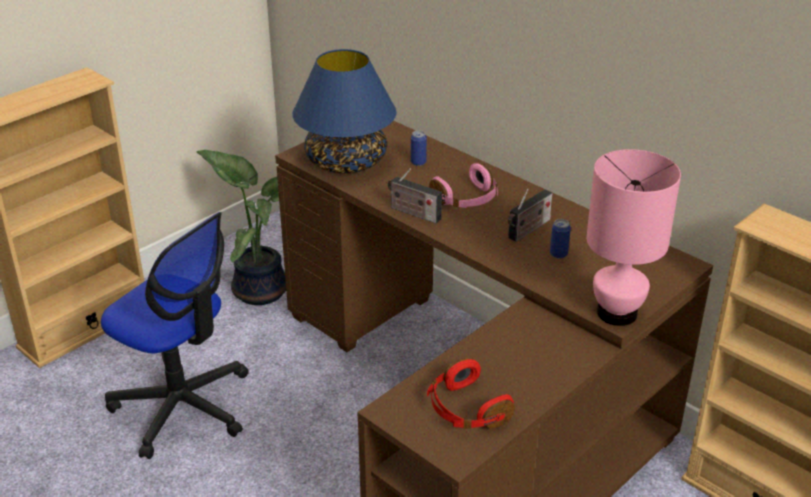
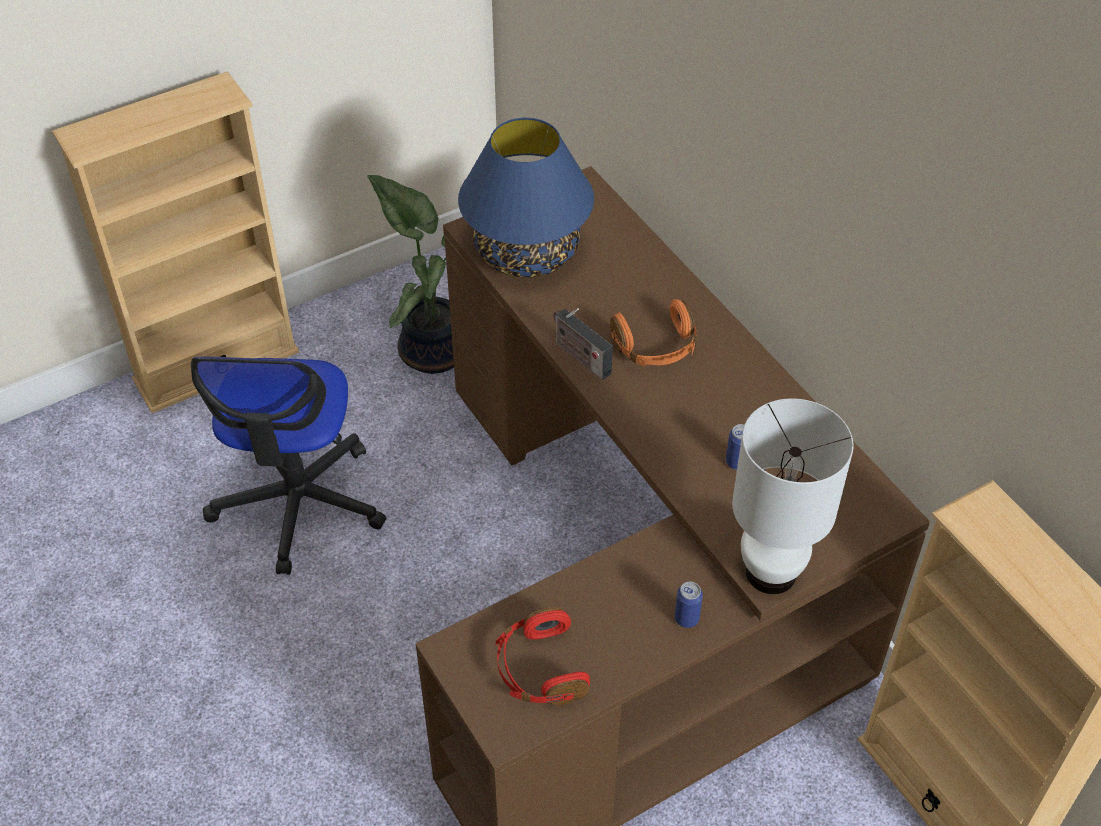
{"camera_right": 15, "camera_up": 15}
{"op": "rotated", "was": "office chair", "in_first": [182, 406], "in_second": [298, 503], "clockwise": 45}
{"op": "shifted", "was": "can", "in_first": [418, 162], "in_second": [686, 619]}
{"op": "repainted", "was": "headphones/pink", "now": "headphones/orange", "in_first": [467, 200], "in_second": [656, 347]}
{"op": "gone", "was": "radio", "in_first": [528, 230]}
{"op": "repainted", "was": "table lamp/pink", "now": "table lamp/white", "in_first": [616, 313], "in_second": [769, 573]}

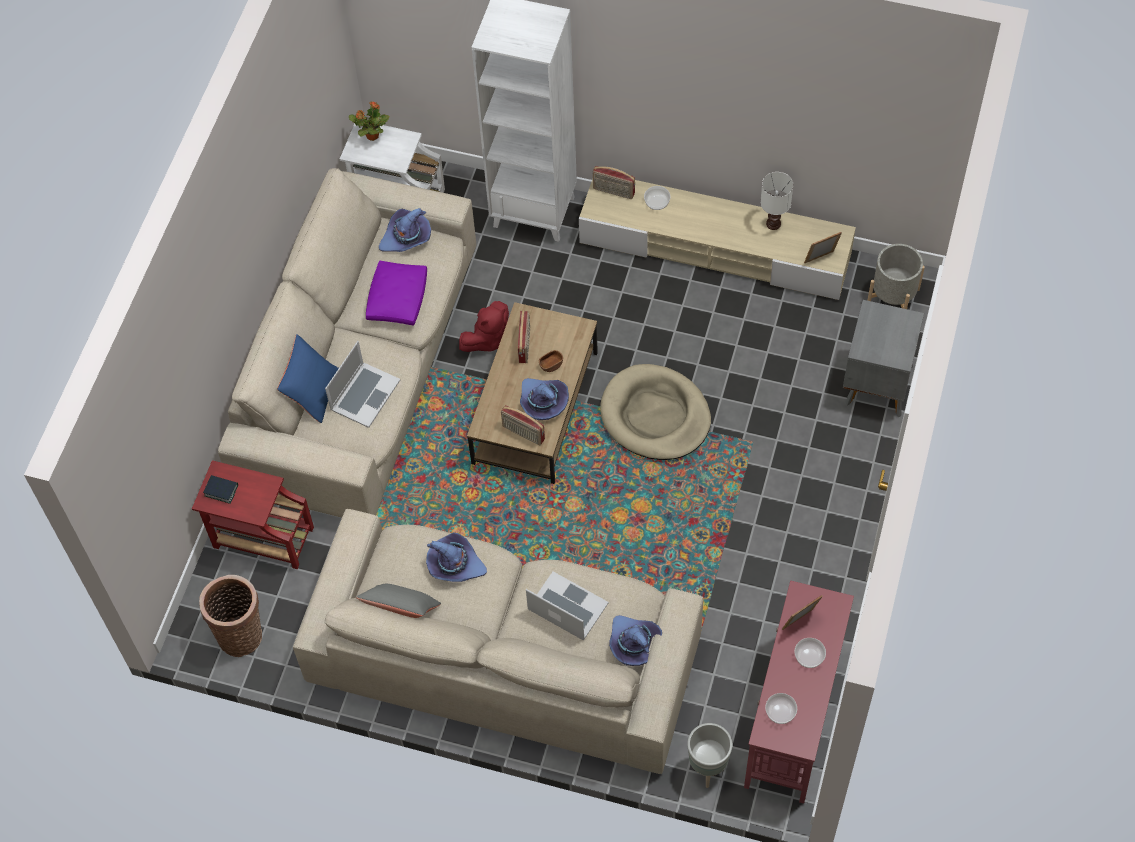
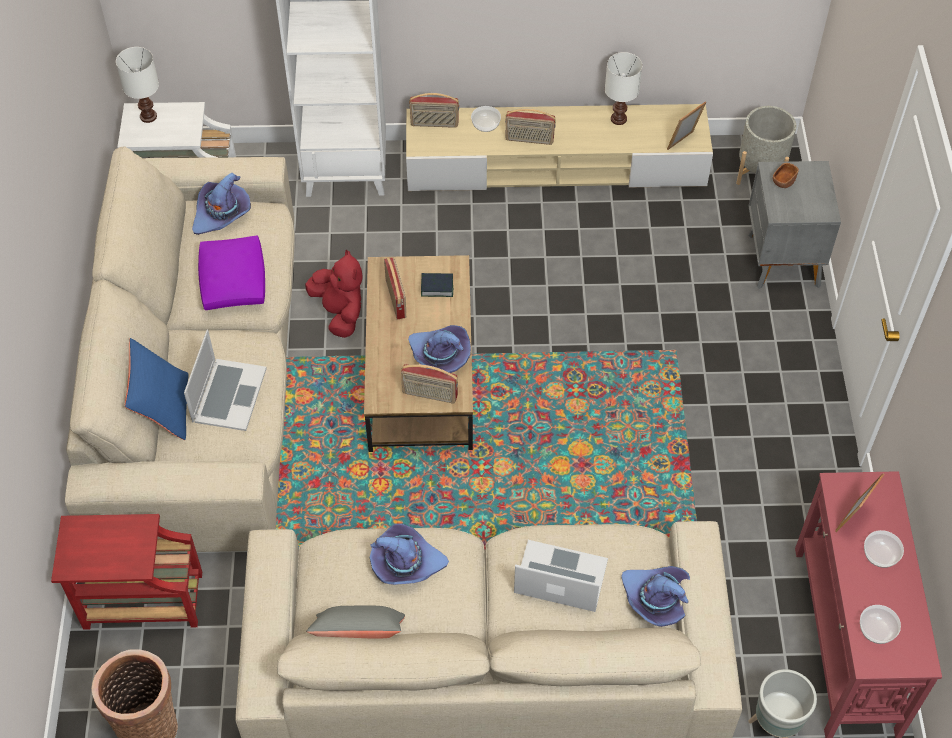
{"camera_right": -20, "camera_up": -5}
{"op": "shifted", "was": "book", "in_first": [221, 490], "in_second": [437, 287]}
{"op": "swapped", "was": "potted plant", "now": "table lamp/white", "in_first": [372, 136], "in_second": [148, 116]}
{"op": "rotated", "was": "plush toy/red", "in_first": [487, 339], "in_second": [340, 313], "clockwise": -60}
{"op": "shifted", "was": "bowl/brown", "in_first": [551, 365], "in_second": [783, 181]}
{"op": "gone", "was": "dog bed/beige", "in_first": [655, 416]}
{"op": "new", "now": "radio", "in_second": [529, 140]}

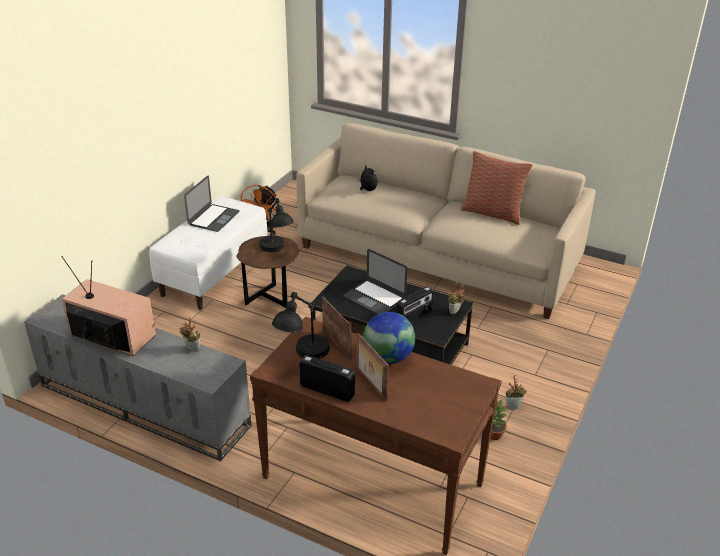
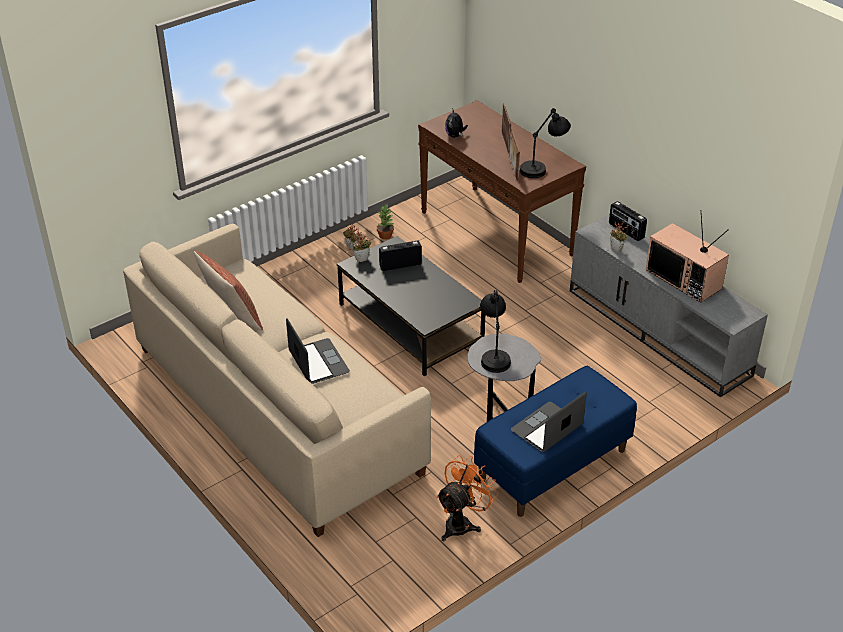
{"camera_right": -155, "camera_up": 5}
{"op": "repainted", "was": "bench/white", "now": "bench/blue", "in_first": [214, 273], "in_second": [552, 466]}
{"op": "repainted", "was": "side table/brown", "now": "side table/grey", "in_first": [271, 300], "in_second": [500, 407]}
{"op": "shifted", "was": "radio", "in_first": [327, 390], "in_second": [626, 231]}
{"op": "shifted", "was": "laptop", "in_first": [374, 297], "in_second": [318, 361]}
{"op": "shifted", "was": "plush toy", "in_first": [367, 190], "in_second": [455, 136]}
{"op": "gone", "was": "globe", "in_first": [388, 357]}

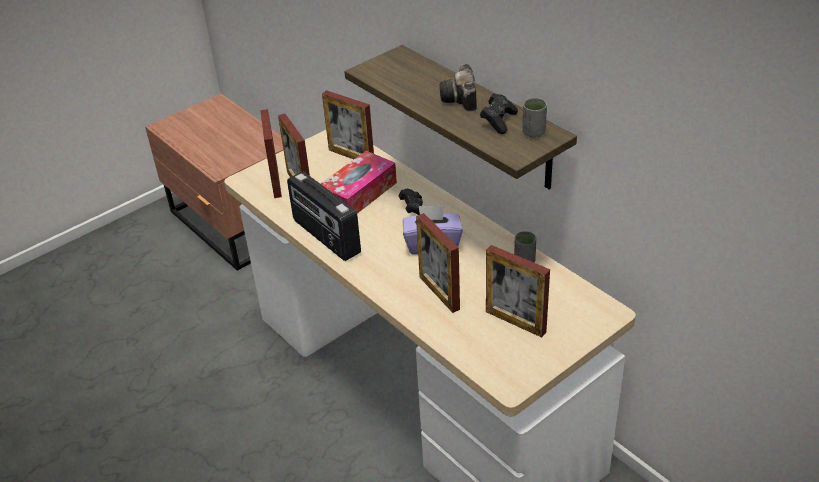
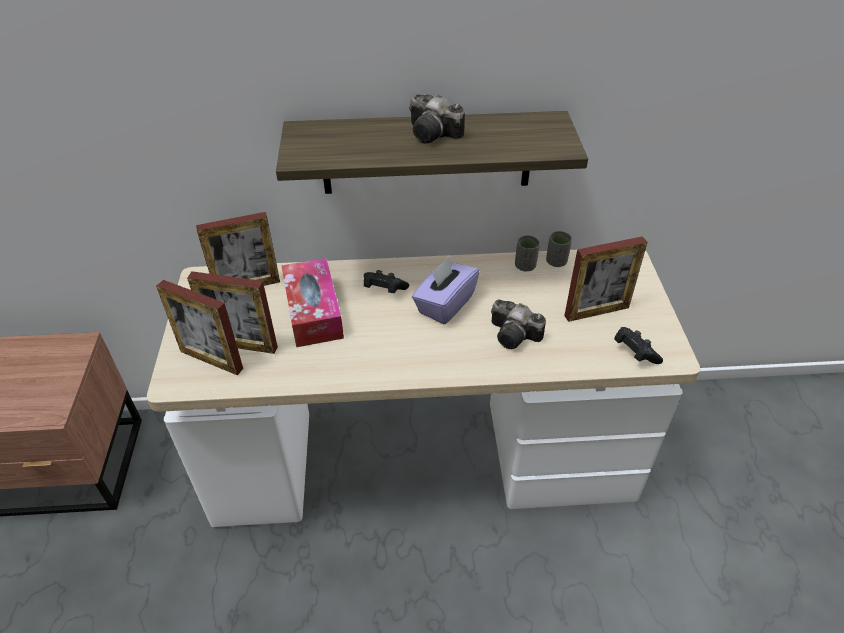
{"camera_right": -55, "camera_up": 5}
{"op": "gone", "was": "radio", "in_first": [325, 237]}
{"op": "swapped", "was": "picture frame", "now": "photo camera", "in_first": [439, 293], "in_second": [516, 336]}
{"op": "shifted", "was": "game controller/black", "in_first": [498, 121], "in_second": [634, 353]}
{"op": "shifted", "was": "cup/grey", "in_first": [533, 133], "in_second": [556, 262]}

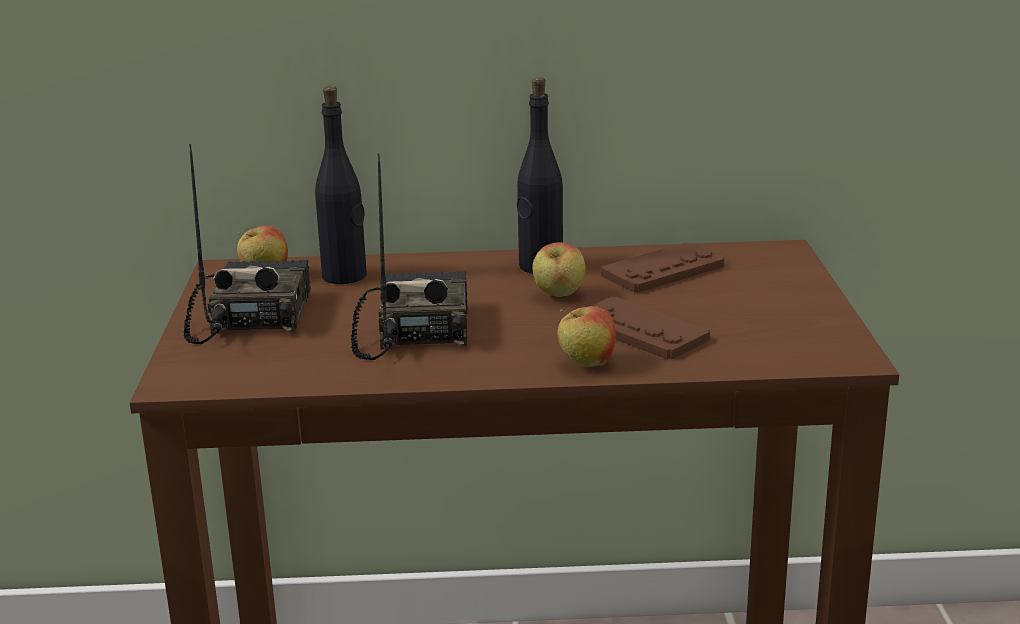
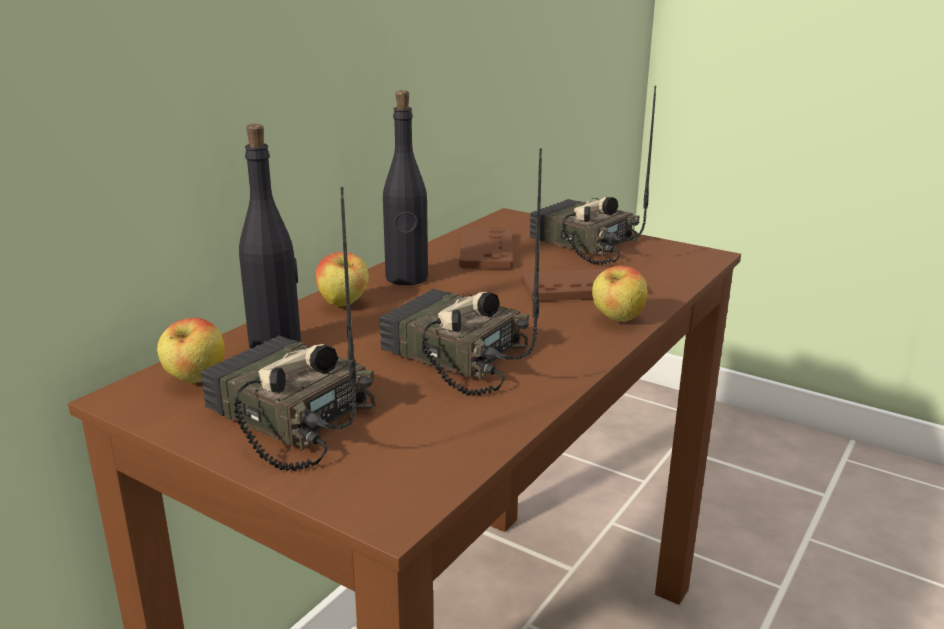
{"camera_right": -55, "camera_up": 0}
{"op": "shifted", "was": "apple", "in_first": [559, 296], "in_second": [344, 305]}
{"op": "new", "now": "radio", "in_second": [582, 244]}

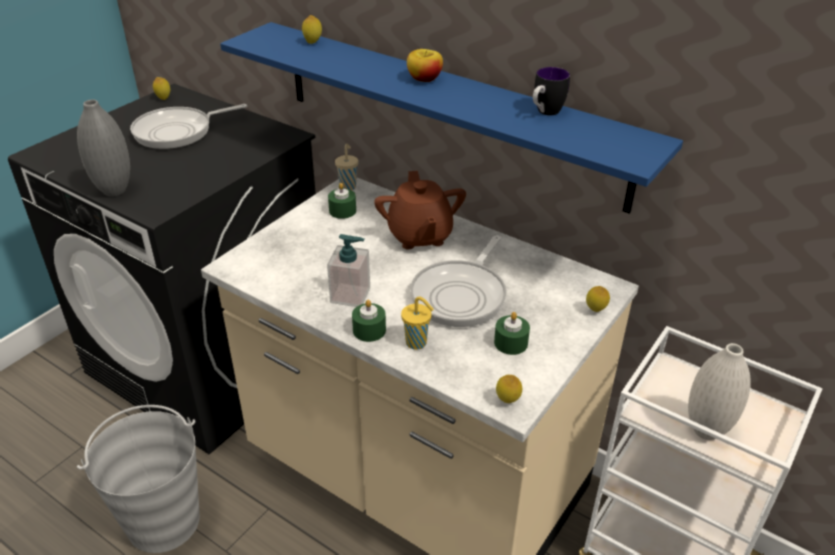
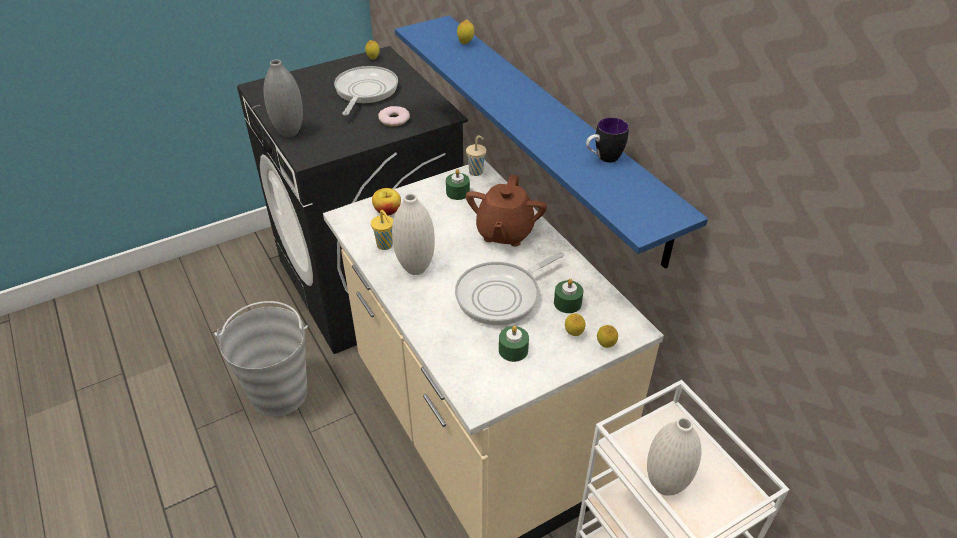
{"camera_right": 25, "camera_up": 5}
{"op": "rotated", "was": "frying pan", "in_first": [178, 132], "in_second": [365, 91], "clockwise": 105}
{"op": "swapped", "was": "soap dispenser", "now": "vase/white", "in_first": [350, 295], "in_second": [416, 268]}
{"op": "shifted", "was": "candle/green", "in_first": [369, 330], "in_second": [567, 303]}
{"op": "shifted", "was": "cup/yellow", "in_first": [417, 343], "in_second": [385, 245]}
{"op": "shifted", "was": "apple", "in_first": [424, 79], "in_second": [387, 211]}
{"op": "shifted", "was": "lemon", "in_first": [507, 401], "in_second": [573, 334]}
{"op": "new", "now": "donut", "in_second": [394, 119]}

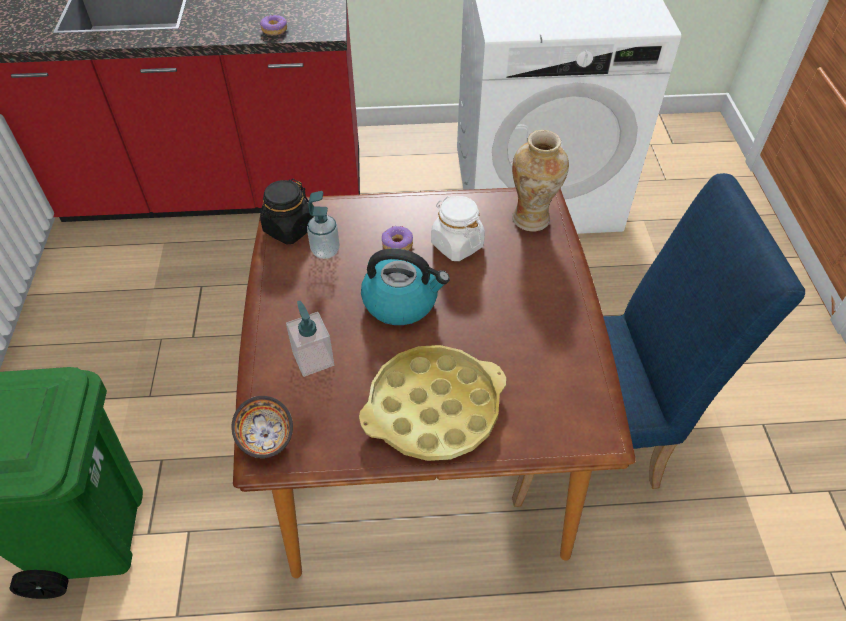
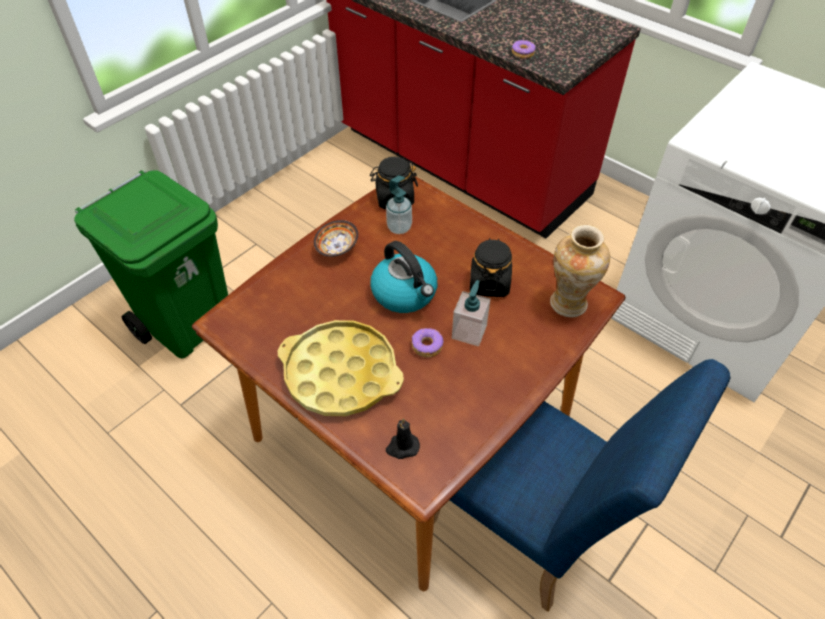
{"camera_right": 45, "camera_up": 0}
{"op": "shifted", "was": "bowl", "in_first": [266, 434], "in_second": [338, 247]}
{"op": "shifted", "was": "soap dispenser", "in_first": [313, 359], "in_second": [469, 332]}
{"op": "shifted", "was": "donut", "in_first": [397, 244], "in_second": [426, 346]}
{"op": "repainted", "was": "jar/white", "now": "jar/black", "in_first": [456, 245], "in_second": [489, 283]}
{"op": "new", "now": "candle/black", "in_second": [402, 447]}

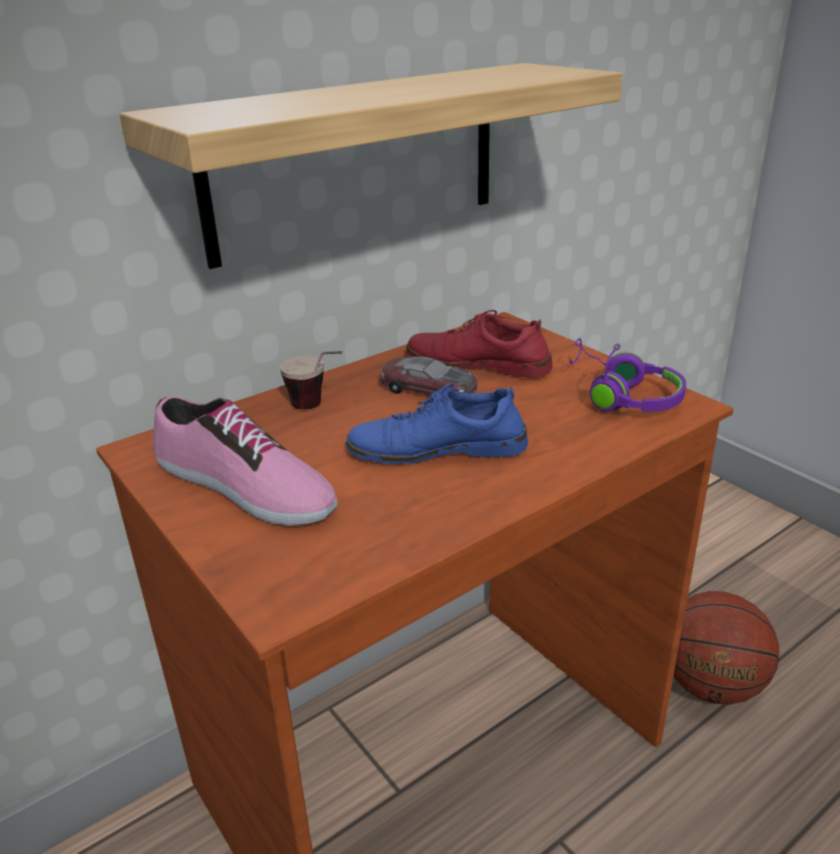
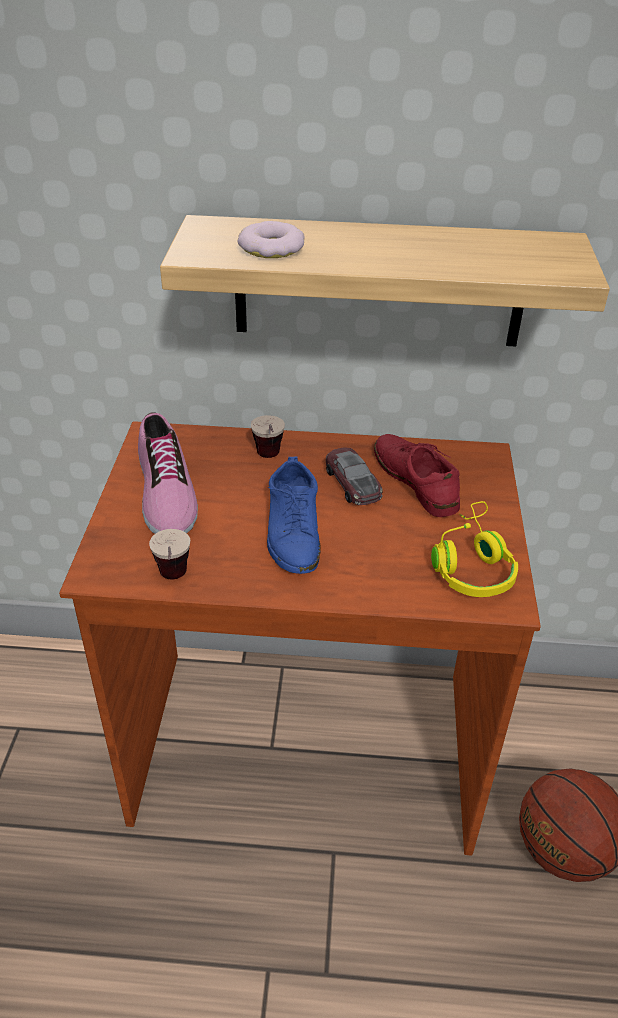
{"camera_right": 40, "camera_up": 10}
{"op": "rotated", "was": "shoe/blue", "in_first": [437, 448], "in_second": [293, 531], "clockwise": -135}
{"op": "repainted", "was": "headphones/purple", "now": "headphones/yellow", "in_first": [620, 395], "in_second": [471, 564]}
{"op": "new", "now": "cup", "in_second": [174, 582]}
{"op": "new", "now": "donut", "in_second": [272, 248]}

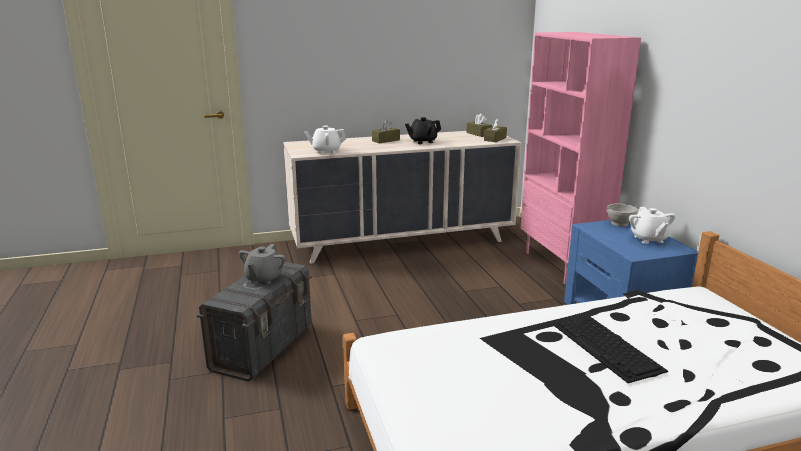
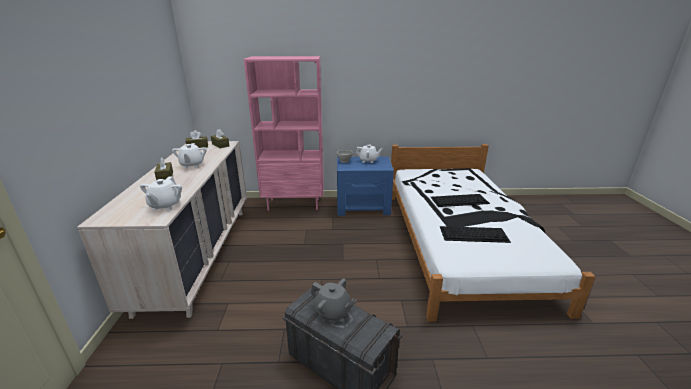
{"camera_right": -75, "camera_up": 5}
{"op": "repainted", "was": "teapot/black", "now": "teapot/white", "in_first": [422, 141], "in_second": [192, 165]}
{"op": "new", "now": "keyboard", "in_second": [474, 234]}

